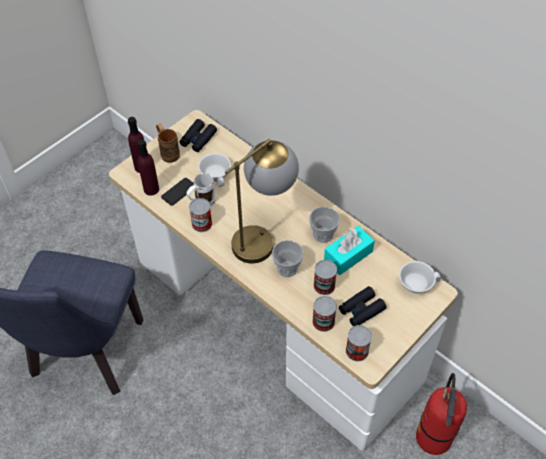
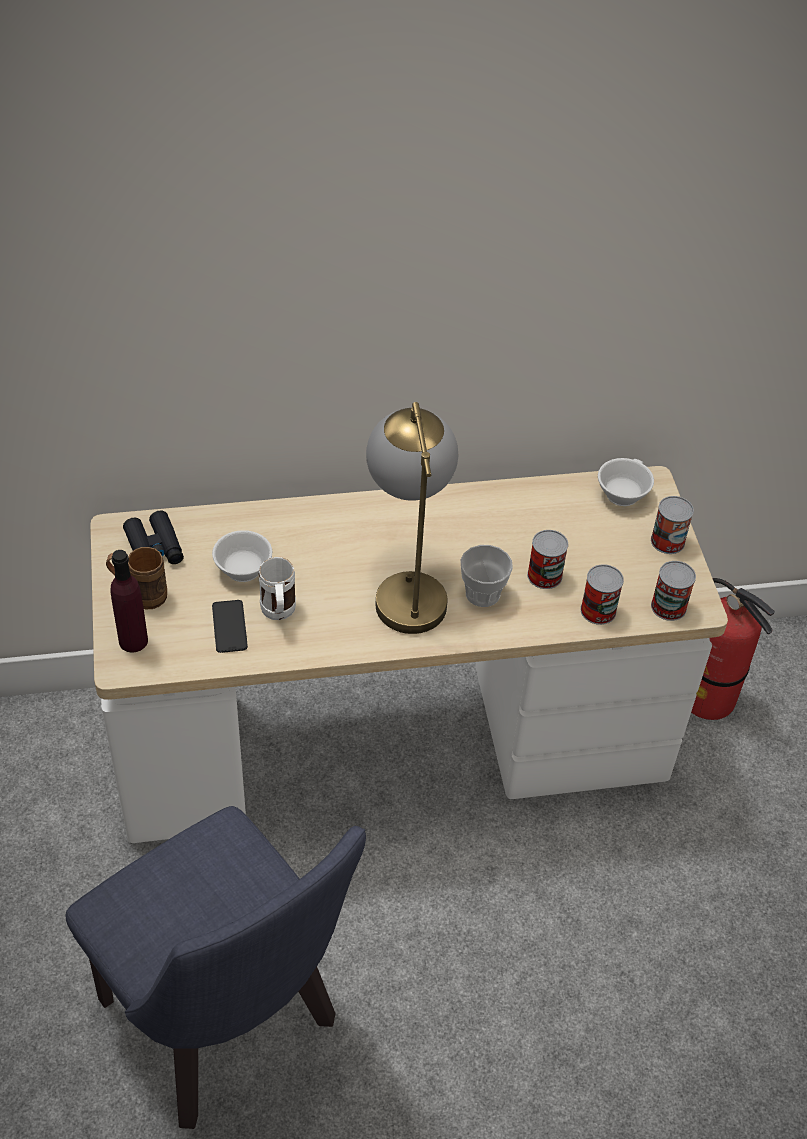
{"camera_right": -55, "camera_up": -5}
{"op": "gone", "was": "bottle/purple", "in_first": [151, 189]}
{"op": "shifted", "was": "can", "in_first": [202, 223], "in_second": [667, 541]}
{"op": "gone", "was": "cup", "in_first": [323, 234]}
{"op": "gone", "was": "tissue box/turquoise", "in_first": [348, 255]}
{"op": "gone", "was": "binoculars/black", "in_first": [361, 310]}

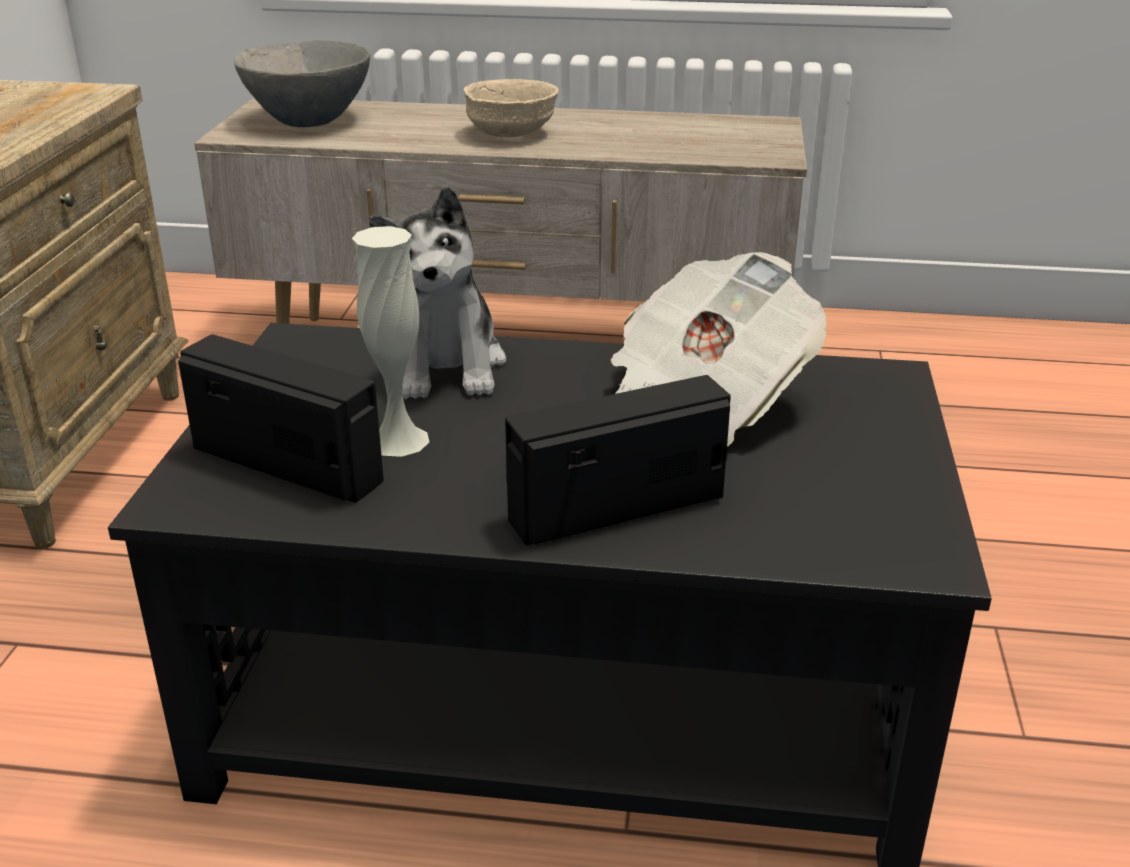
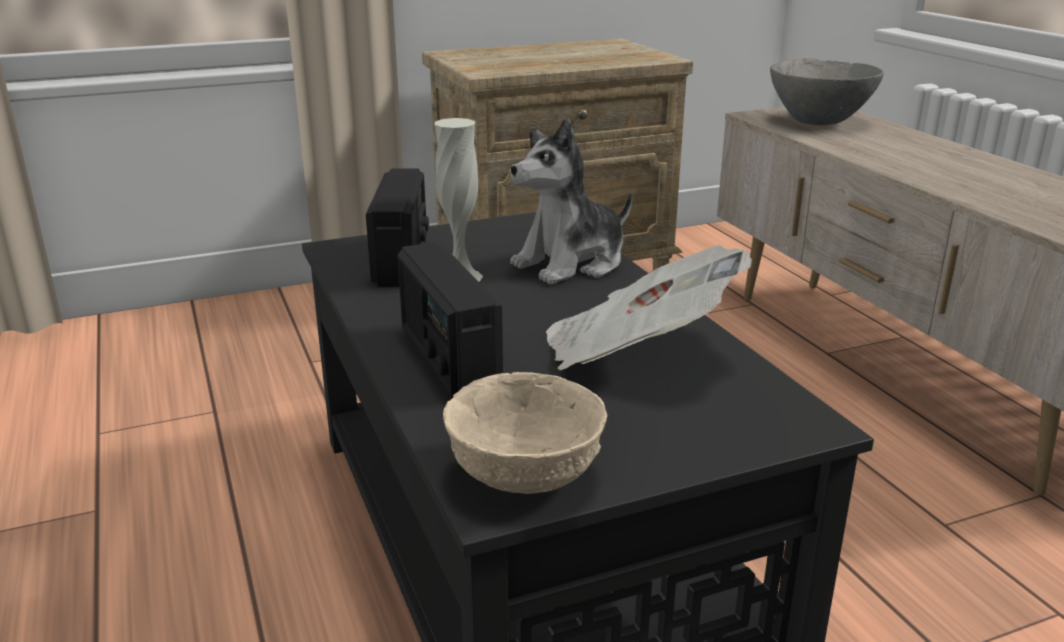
{"camera_right": 60, "camera_up": -5}
{"op": "shifted", "was": "bowl/beige", "in_first": [510, 134], "in_second": [523, 475]}
{"op": "rotated", "was": "radio", "in_first": [616, 507], "in_second": [448, 359], "clockwise": -150}

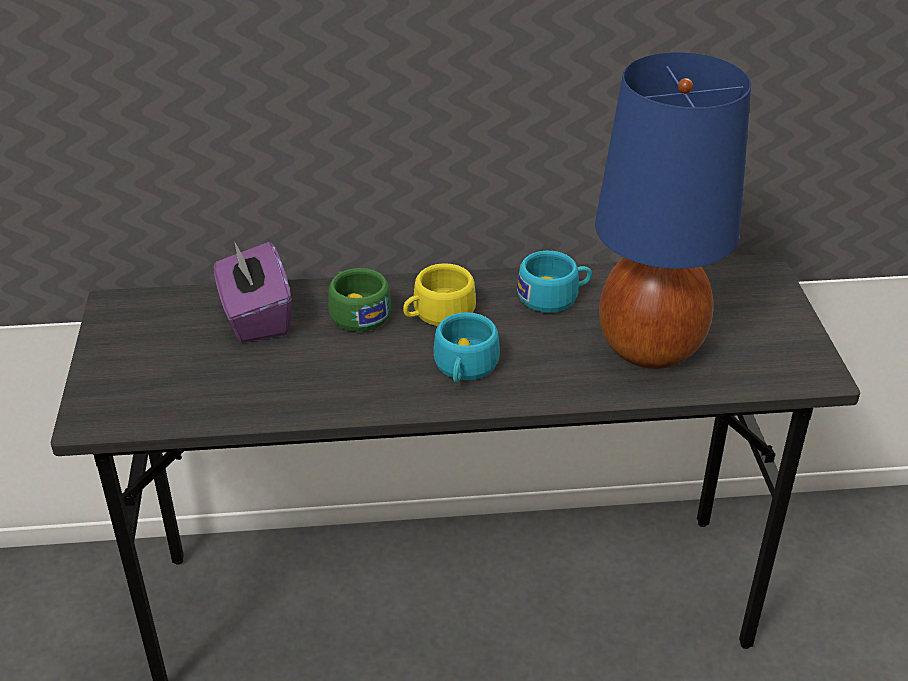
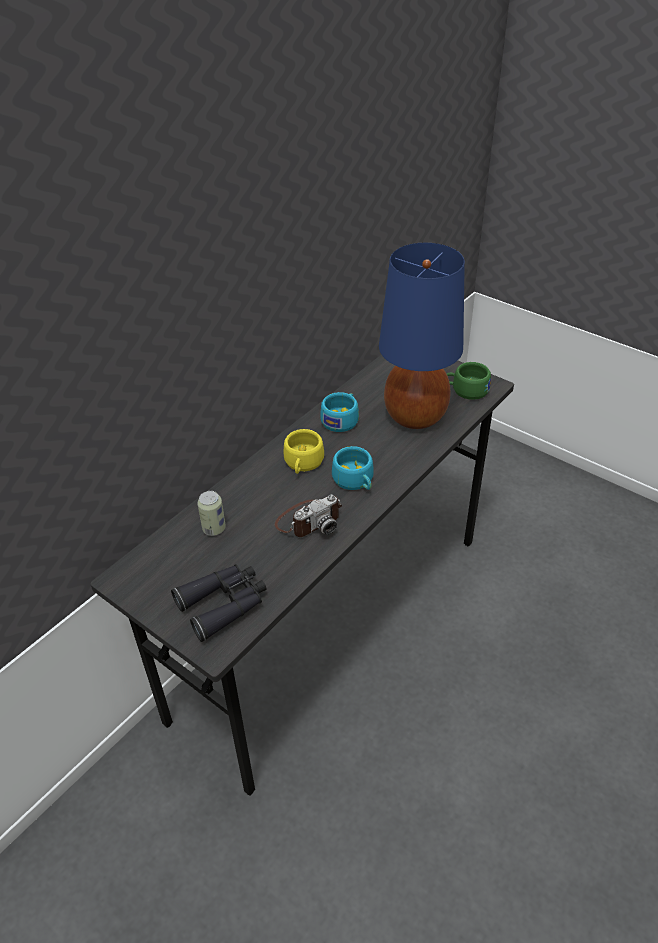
{"camera_right": -45, "camera_up": 5}
{"op": "swapped", "was": "tissue box/purple", "now": "can", "in_first": [255, 317], "in_second": [214, 529]}
{"op": "shifted", "was": "cup/green", "in_first": [356, 312], "in_second": [466, 390]}
{"op": "new", "now": "binoculars/black", "in_second": [224, 604]}
{"op": "new", "now": "photo camera", "in_second": [309, 520]}

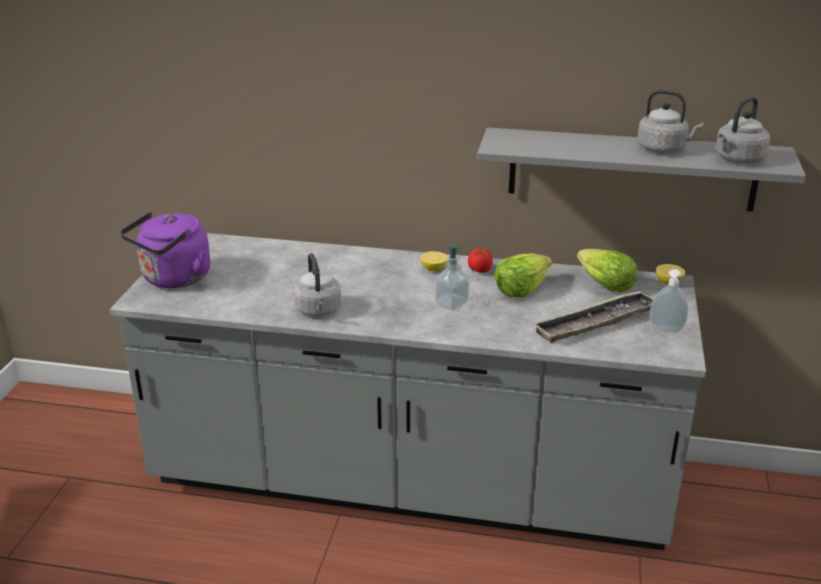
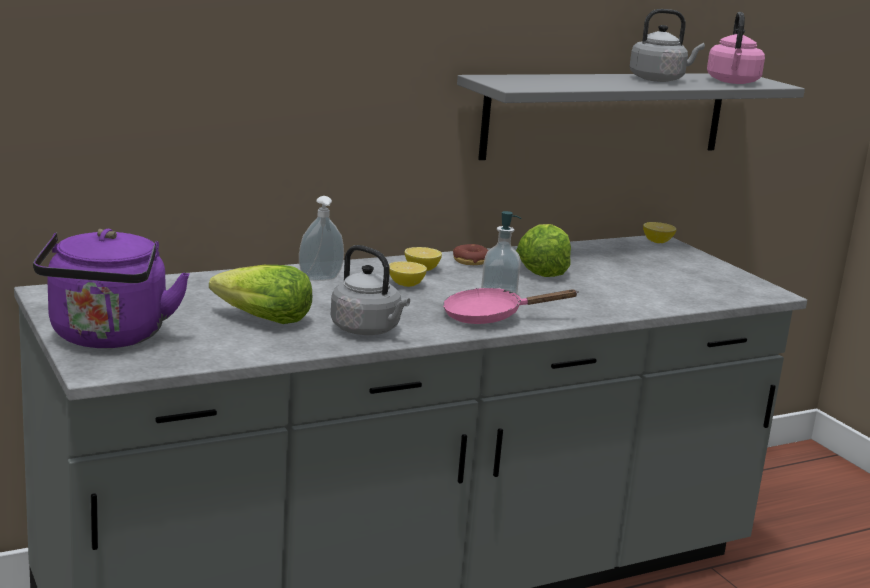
{"camera_right": -40, "camera_up": -10}
{"op": "swapped", "was": "tomato", "now": "donut", "in_first": [480, 269], "in_second": [471, 261]}
{"op": "gone", "was": "tray", "in_first": [595, 323]}
{"op": "shifted", "was": "lettuce", "in_first": [604, 284], "in_second": [263, 319]}
{"op": "shifted", "was": "soap dispenser", "in_first": [666, 330], "in_second": [321, 279]}
{"op": "repainted", "was": "kettle/grey", "now": "kettle/pink", "in_first": [737, 159], "in_second": [733, 82]}
{"op": "new", "now": "lemon", "in_second": [406, 284]}
{"op": "new", "now": "frying pan/pink", "in_second": [490, 317]}

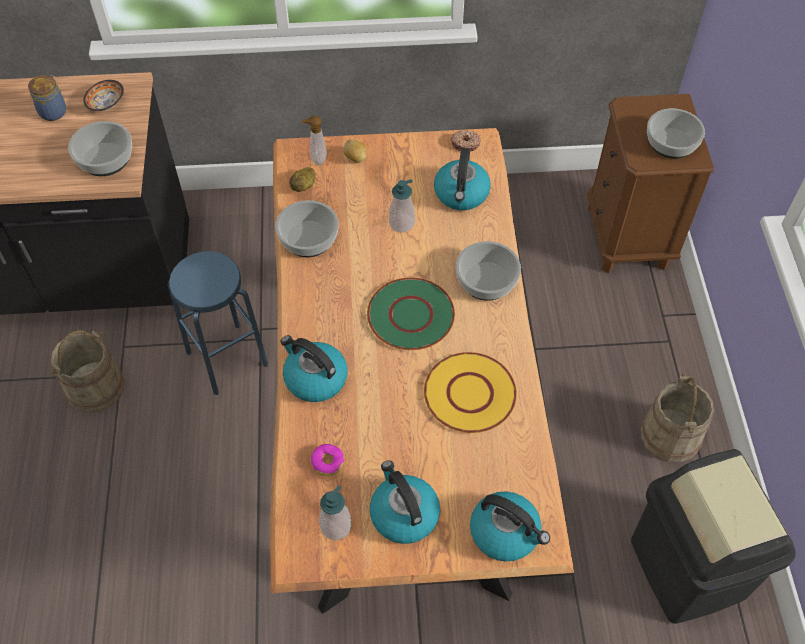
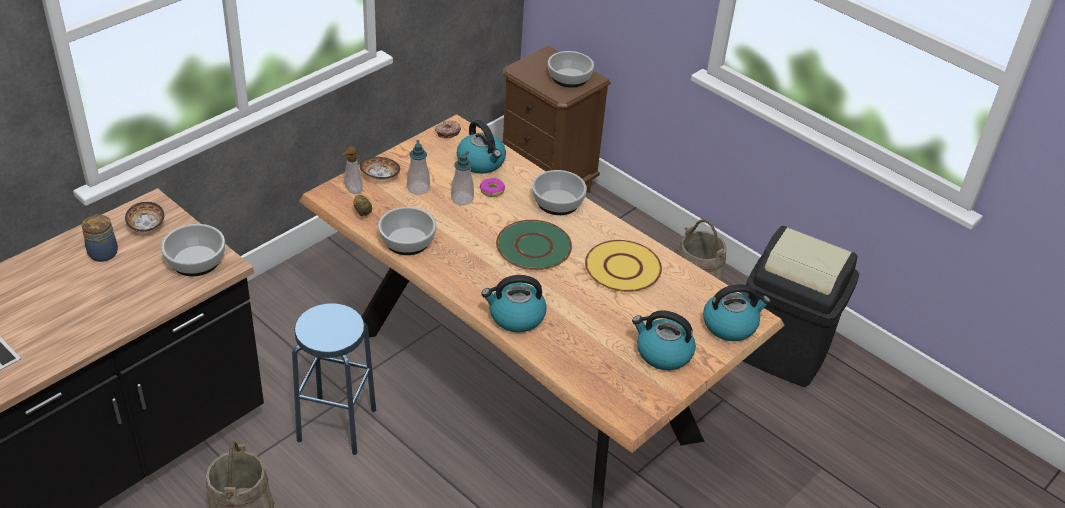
{"camera_right": -45, "camera_up": -15}
{"op": "shifted", "was": "donut", "in_first": [327, 462], "in_second": [492, 190]}
{"op": "shifted", "was": "soap dispenser", "in_first": [336, 526], "in_second": [418, 188]}
{"op": "swapped", "was": "potato", "now": "bowl", "in_first": [356, 158], "in_second": [380, 177]}

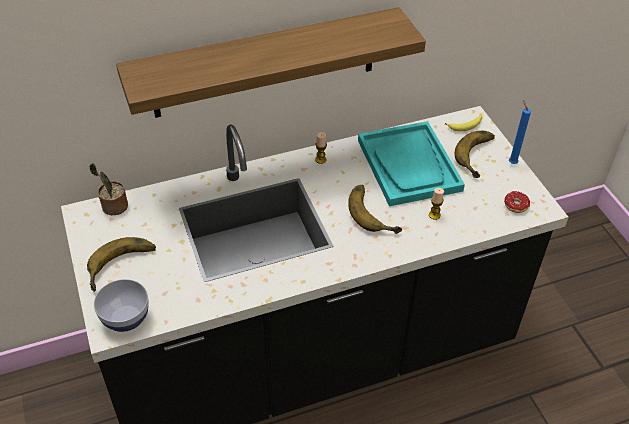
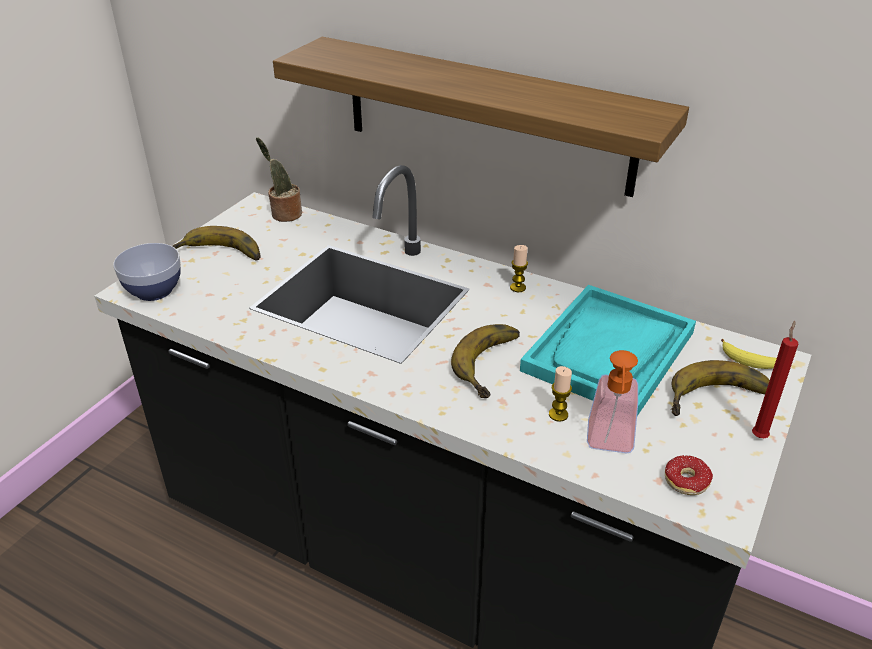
{"camera_right": 50, "camera_up": -10}
{"op": "repainted", "was": "candle/blue", "now": "candle/red", "in_first": [511, 162], "in_second": [759, 435]}
{"op": "new", "now": "soap dispenser", "in_second": [609, 444]}

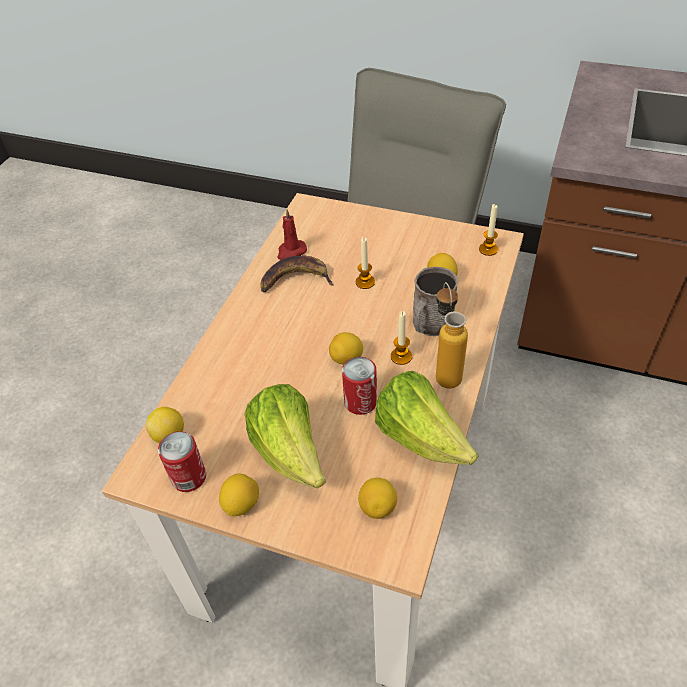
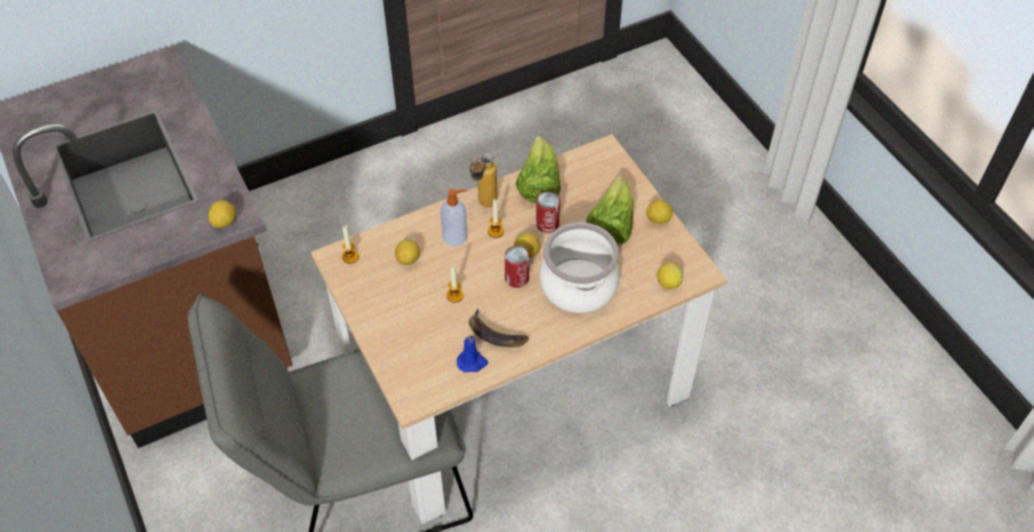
{"camera_right": -140, "camera_up": 5}
{"op": "shifted", "was": "can", "in_first": [189, 477], "in_second": [517, 278]}
{"op": "repainted", "was": "candle/red", "now": "candle/blue", "in_first": [291, 252], "in_second": [472, 362]}
{"op": "shifted", "was": "lemon", "in_first": [378, 507], "in_second": [224, 222]}
{"op": "swapped", "was": "mug/grey", "now": "soap dispenser", "in_first": [429, 325], "in_second": [456, 237]}
{"op": "new", "now": "cooking pot", "in_second": [579, 285]}

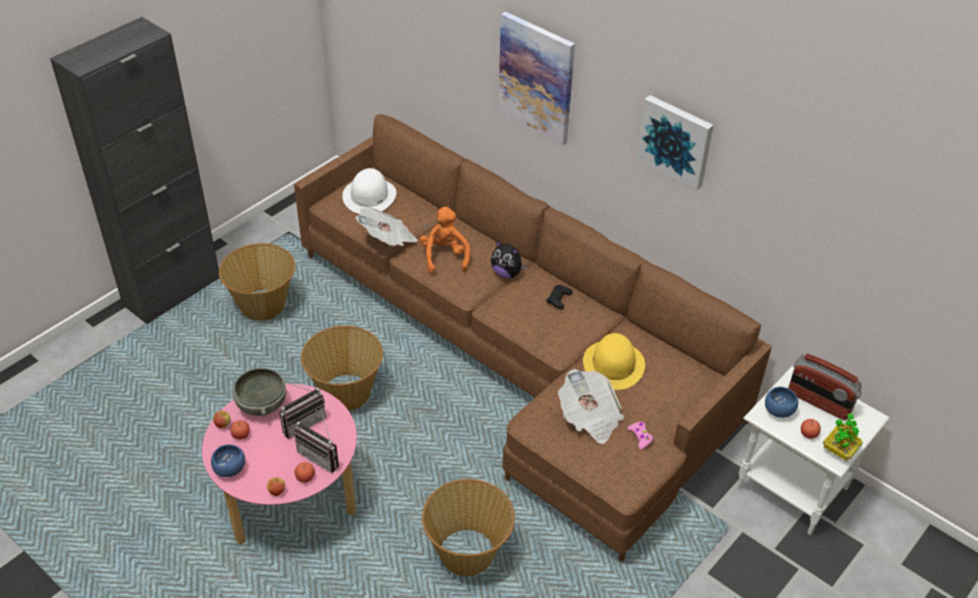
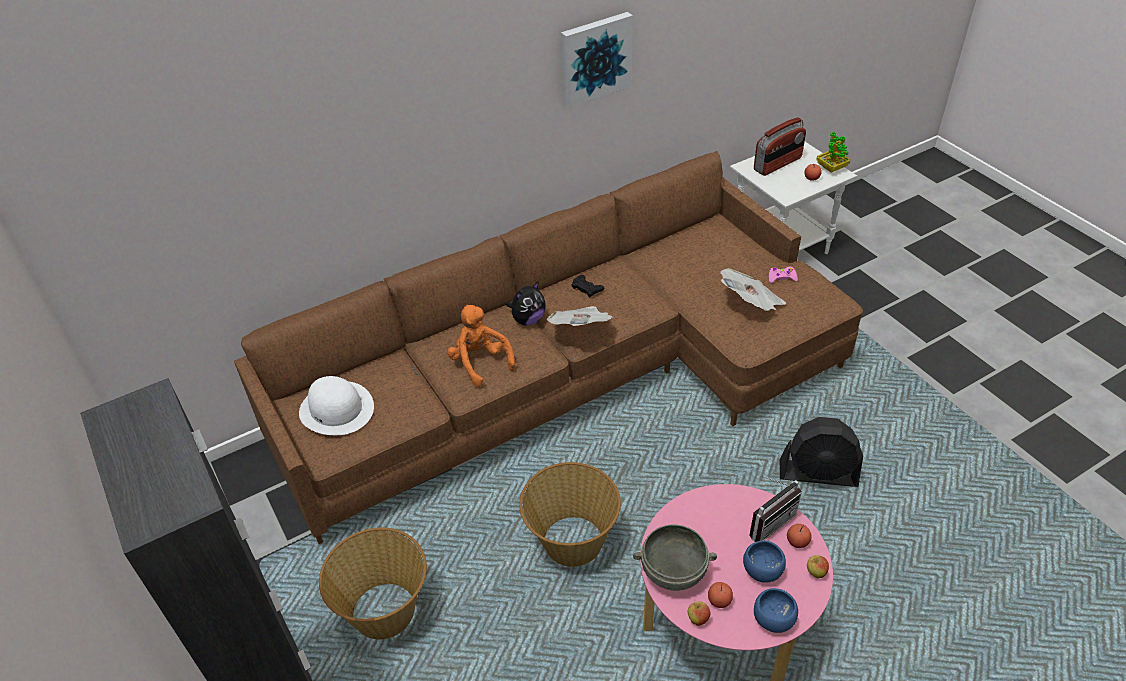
{"camera_right": -70, "camera_up": 0}
{"op": "gone", "was": "radio", "in_first": [302, 422]}
{"op": "shifted", "was": "newspaper", "in_first": [387, 239], "in_second": [581, 329]}
{"op": "rotated", "was": "plush toy/orange", "in_first": [445, 257], "in_second": [480, 362], "clockwise": 45}
{"op": "swapped", "was": "basket", "now": "fan/black", "in_first": [468, 553], "in_second": [818, 474]}
{"op": "gone", "was": "picture", "in_first": [536, 78]}
{"op": "gone", "was": "hat/yellow", "in_first": [613, 364]}
{"op": "shifted", "was": "bowl/blue", "in_first": [779, 410], "in_second": [762, 569]}

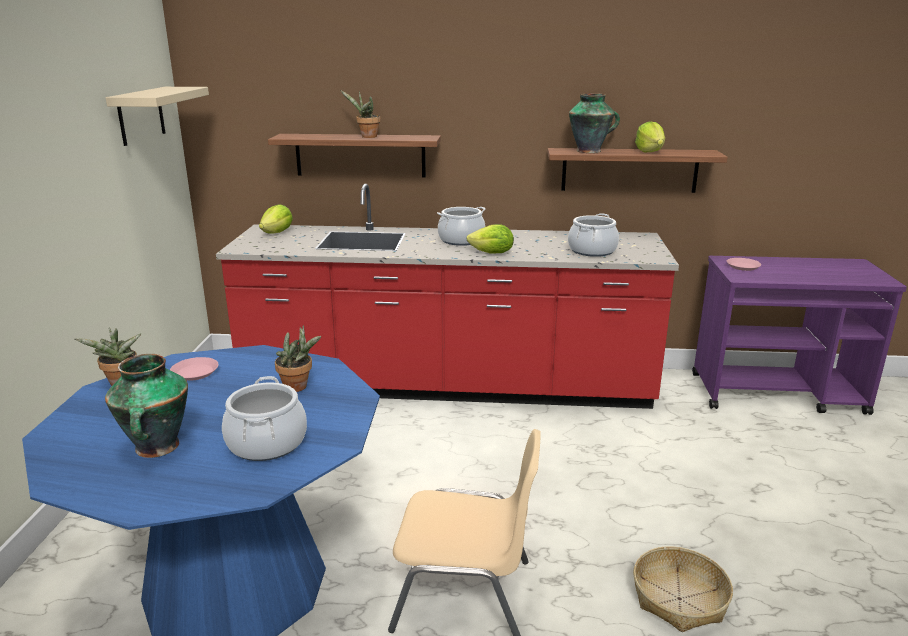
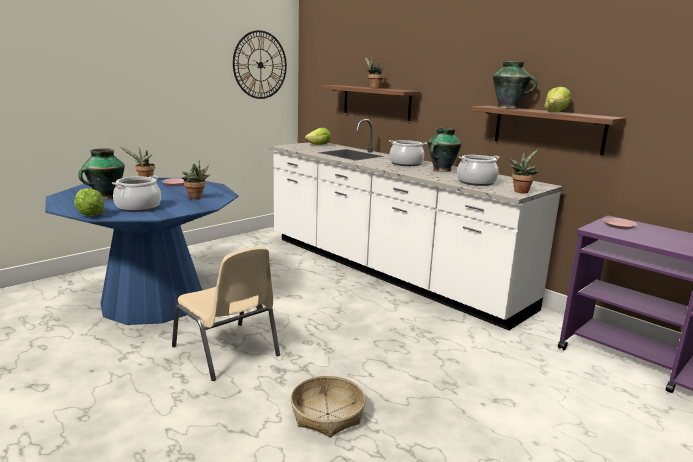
{"camera_right": 40, "camera_up": -5}
{"op": "swapped", "was": "shelf/beige", "now": "wall clock", "in_first": [141, 115], "in_second": [260, 65]}
{"op": "repainted", "was": "counter/red", "now": "counter/white", "in_first": [447, 387], "in_second": [387, 271]}
{"op": "shifted", "was": "lettuce", "in_first": [492, 253], "in_second": [89, 215]}
{"op": "new", "now": "vase", "in_second": [441, 170]}
{"op": "new", "now": "potted plant", "in_second": [521, 191]}

